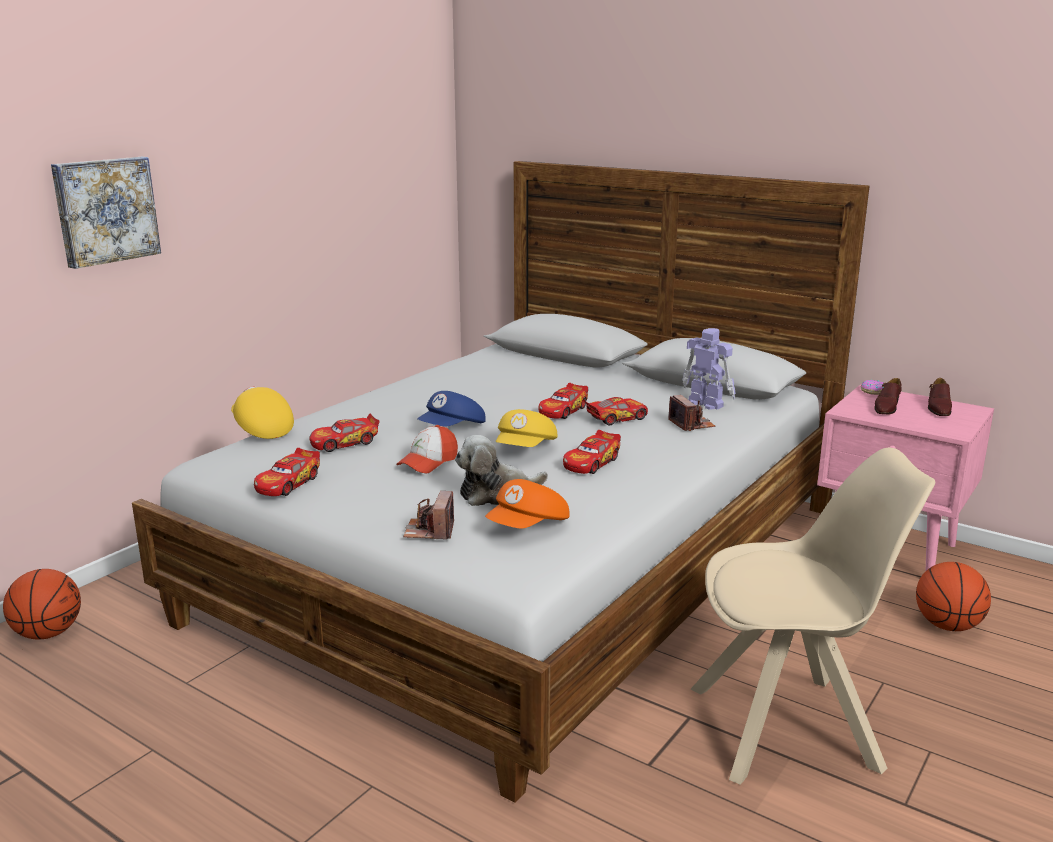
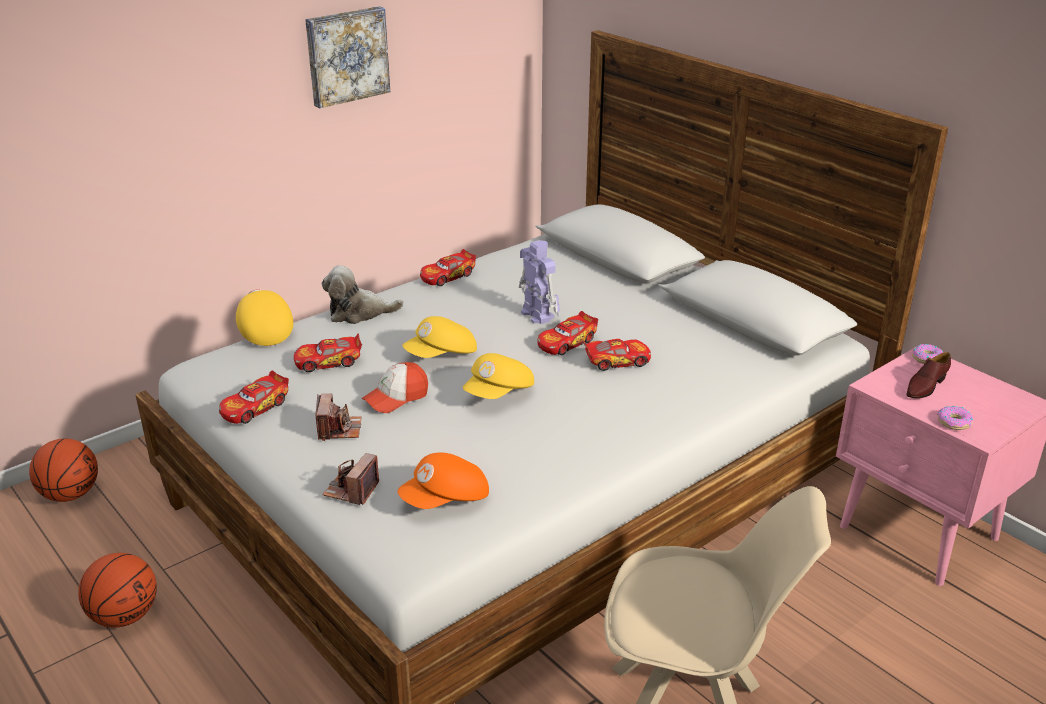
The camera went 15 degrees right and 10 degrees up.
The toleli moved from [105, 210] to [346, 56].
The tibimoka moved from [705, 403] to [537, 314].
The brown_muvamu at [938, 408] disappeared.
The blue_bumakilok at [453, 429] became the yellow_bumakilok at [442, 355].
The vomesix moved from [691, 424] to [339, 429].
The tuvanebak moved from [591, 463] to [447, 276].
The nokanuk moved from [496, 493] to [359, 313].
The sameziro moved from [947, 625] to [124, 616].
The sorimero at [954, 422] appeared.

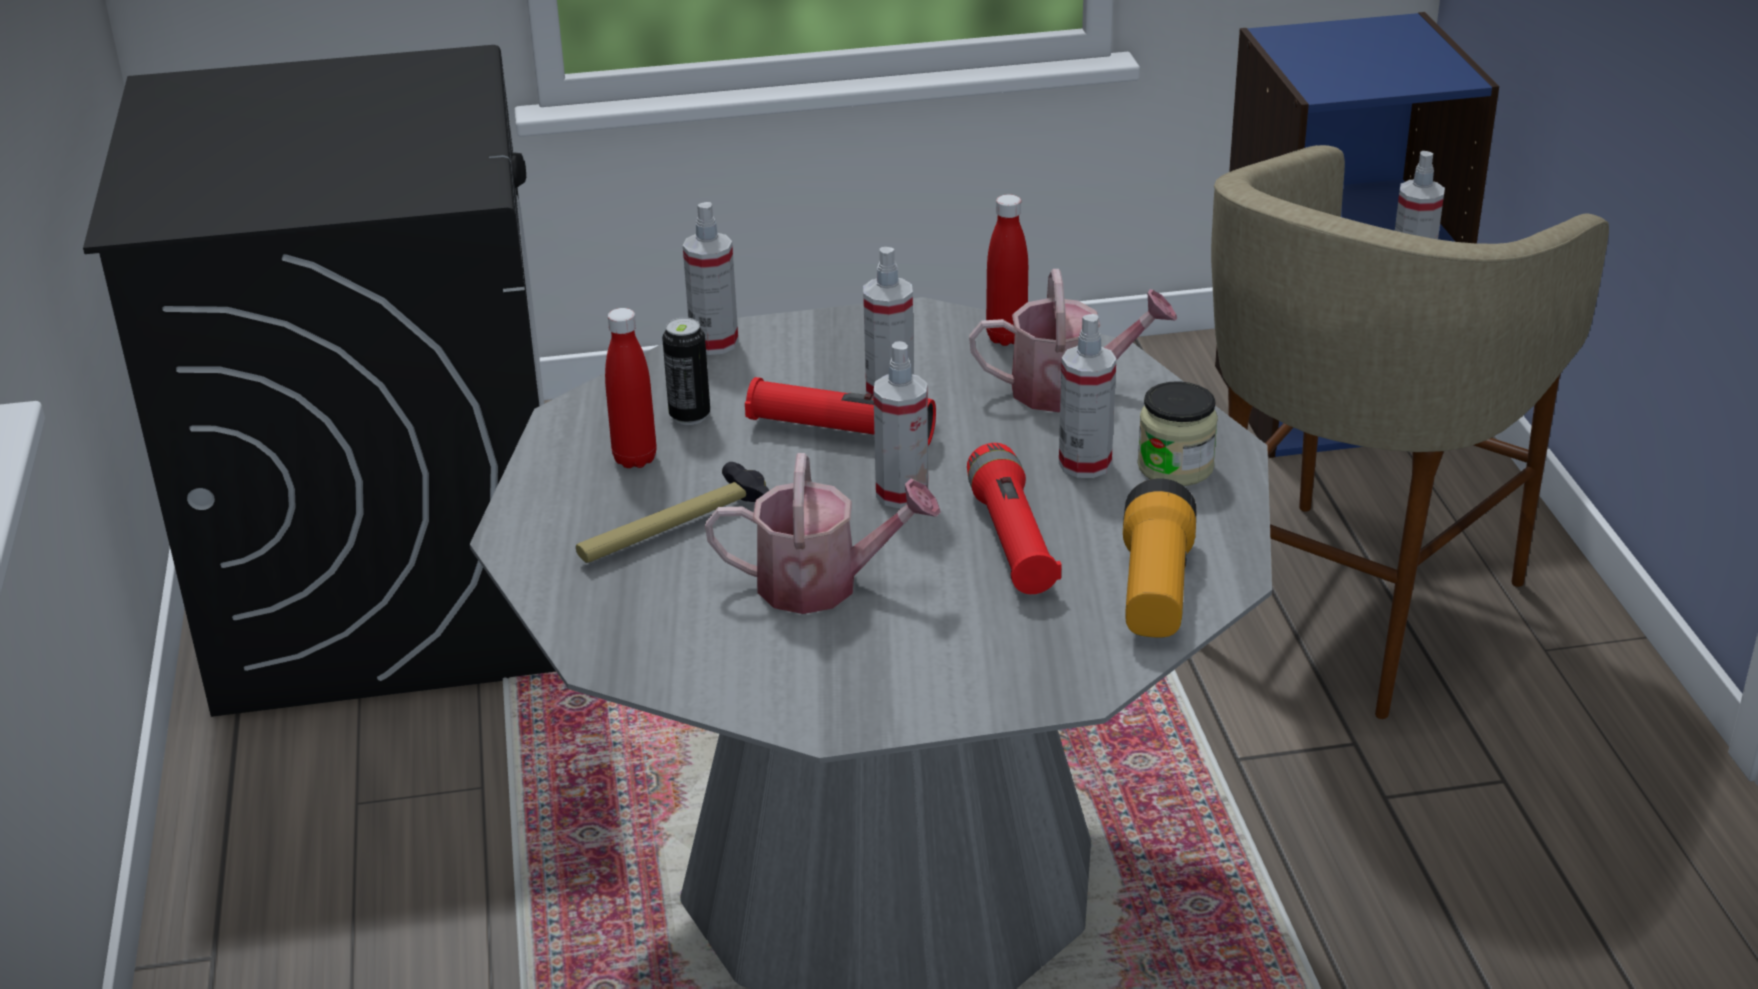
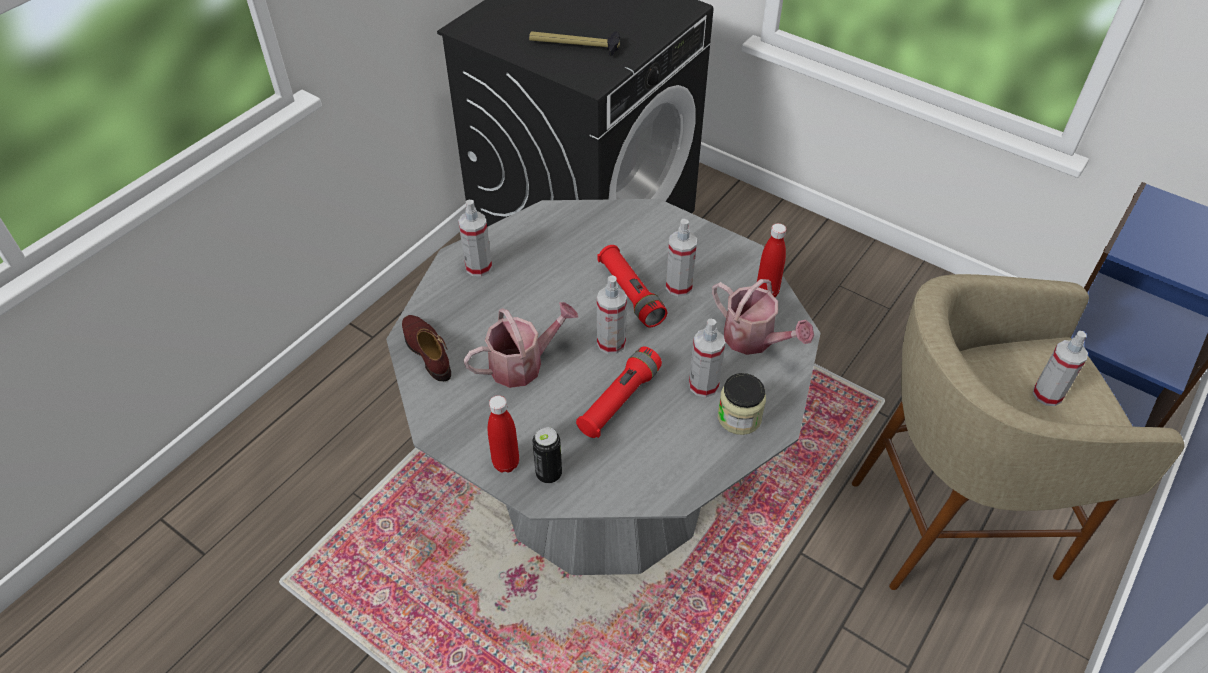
The camera went 45 degrees right and 15 degrees up.
The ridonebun moved from [714, 343] to [478, 267].
The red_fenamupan moved from [635, 459] to [506, 463].
The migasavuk moved from [689, 416] to [549, 474].
The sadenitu at [823, 583] turned 75 degrees counterclockwise.
The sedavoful moved from [674, 529] to [574, 46].
The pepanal at [1155, 589] disappeared.
The brown_muvamu at [427, 351] appeared.

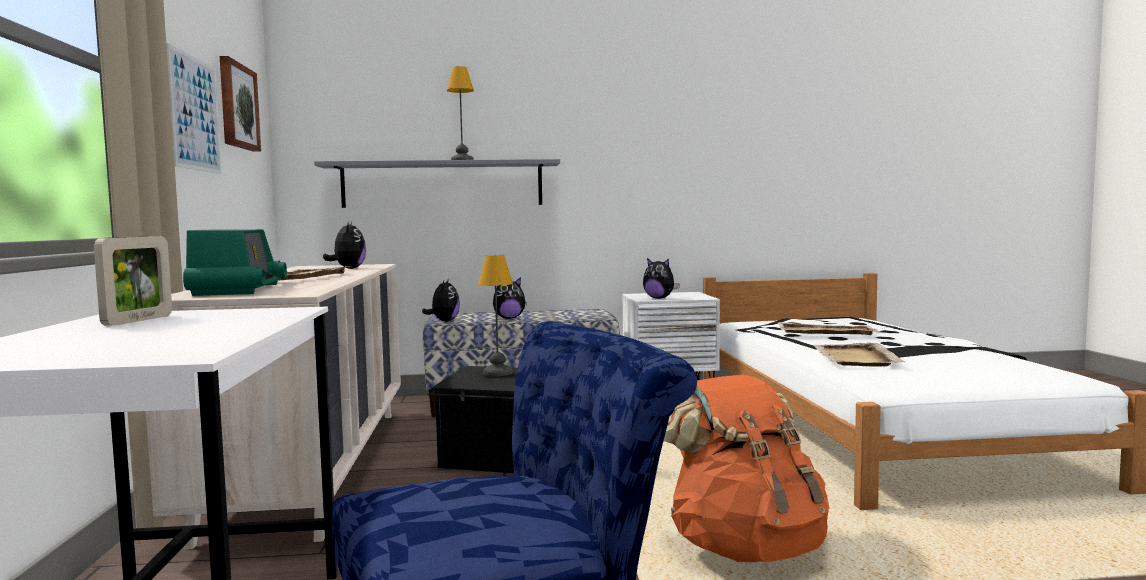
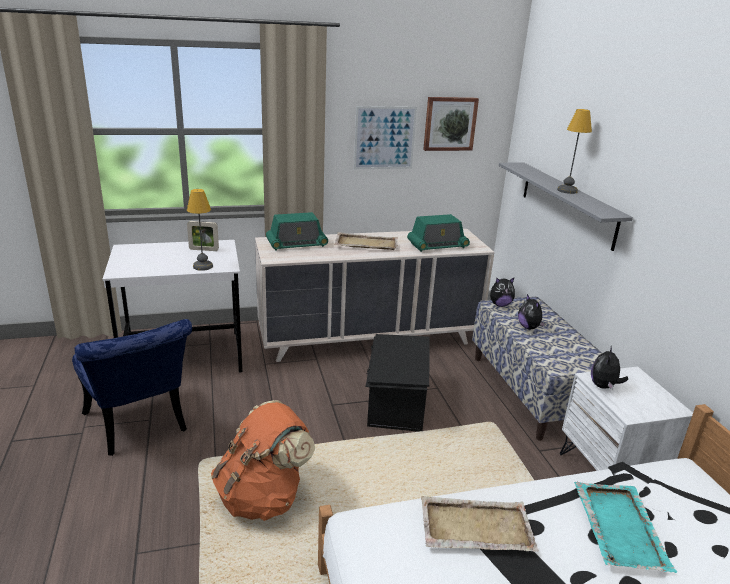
The camera went 80 degrees right and 20 degrees up.
The nokanuk at [348, 268] was replaced by the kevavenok at [437, 245].
The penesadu moved from [498, 372] to [203, 266].
The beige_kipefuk at [824, 332] became the turquoise_kipefuk at [619, 526].

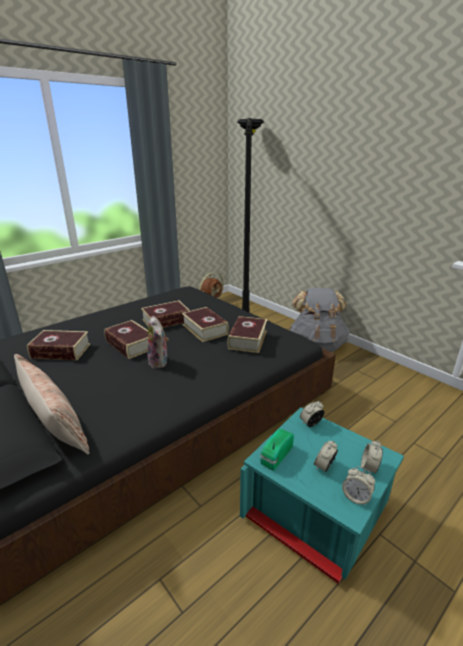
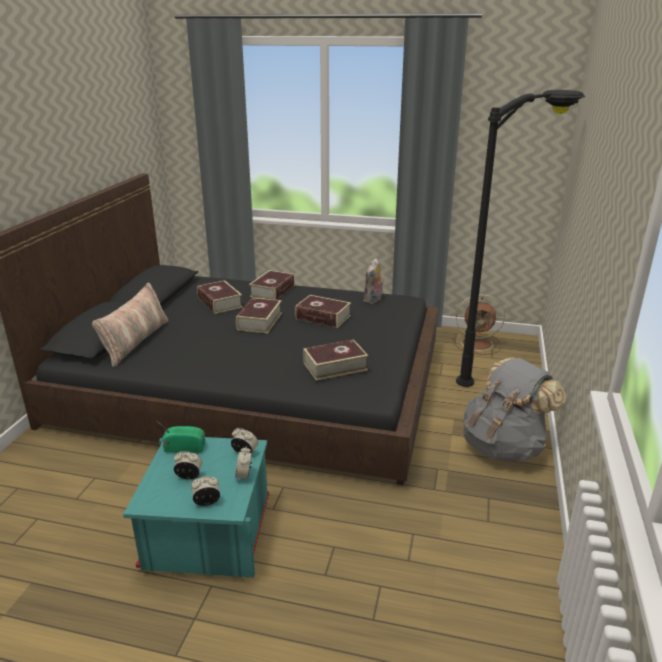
The camera went 55 degrees right and 0 degrees up.
The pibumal moved from [205, 329] to [272, 291].
The nokanuk moved from [160, 362] to [373, 300].
The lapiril moved from [356, 497] to [244, 475].

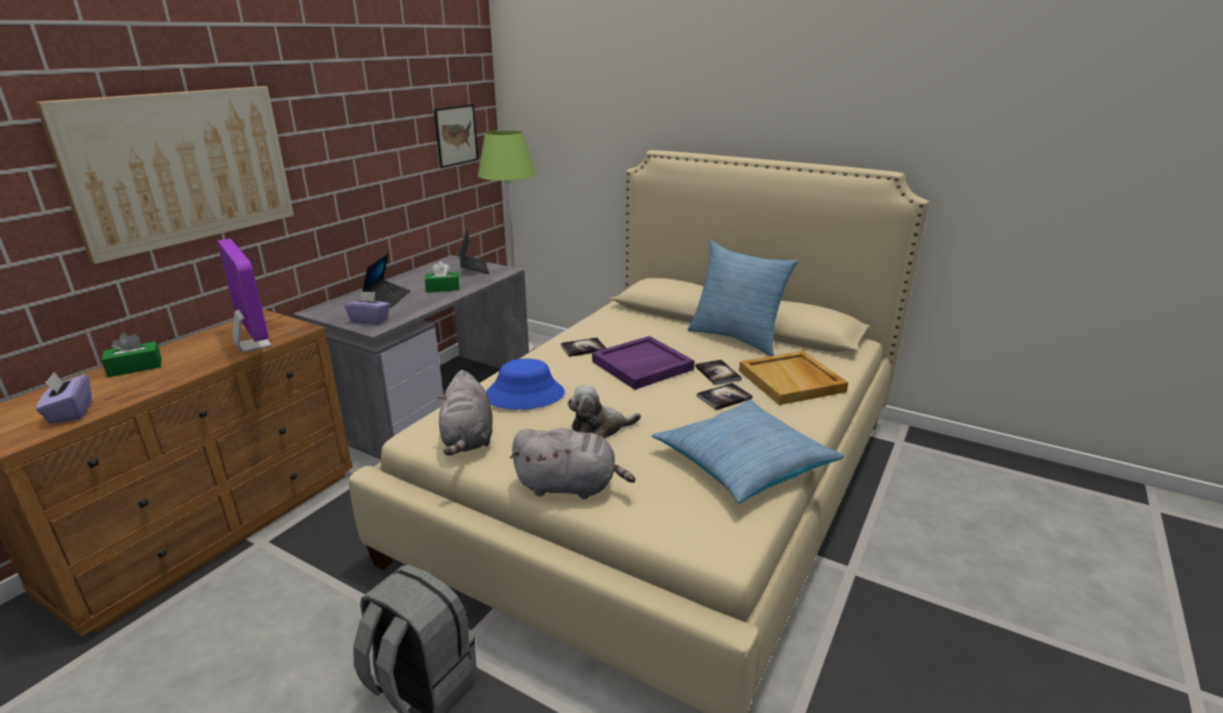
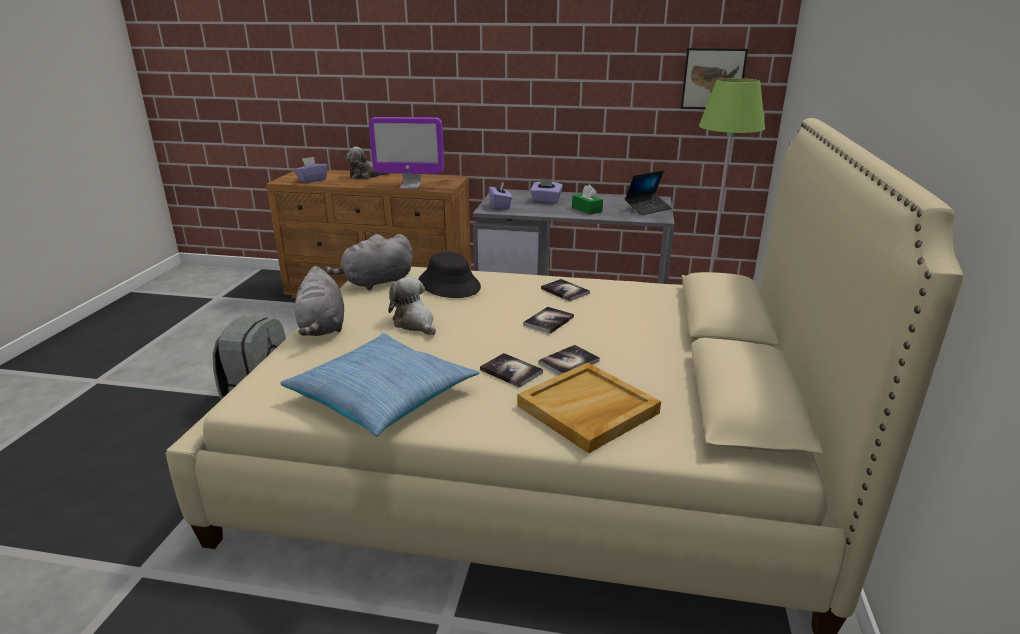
The camera went 70 degrees right and 0 degrees up.
The toleli at [183, 167] disappeared.
The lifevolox at [253, 345] turned 60 degrees clockwise.
The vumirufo at [737, 338] disappeared.
The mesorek at [387, 298] was replaced by the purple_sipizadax at [546, 201].
The green_sipizadax at [135, 367] was replaced by the nokanuk at [367, 176].
The purple_kipefuk at [642, 366] was replaced by the pibumal at [548, 321].
The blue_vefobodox at [524, 395] became the black_vefobodox at [449, 285].

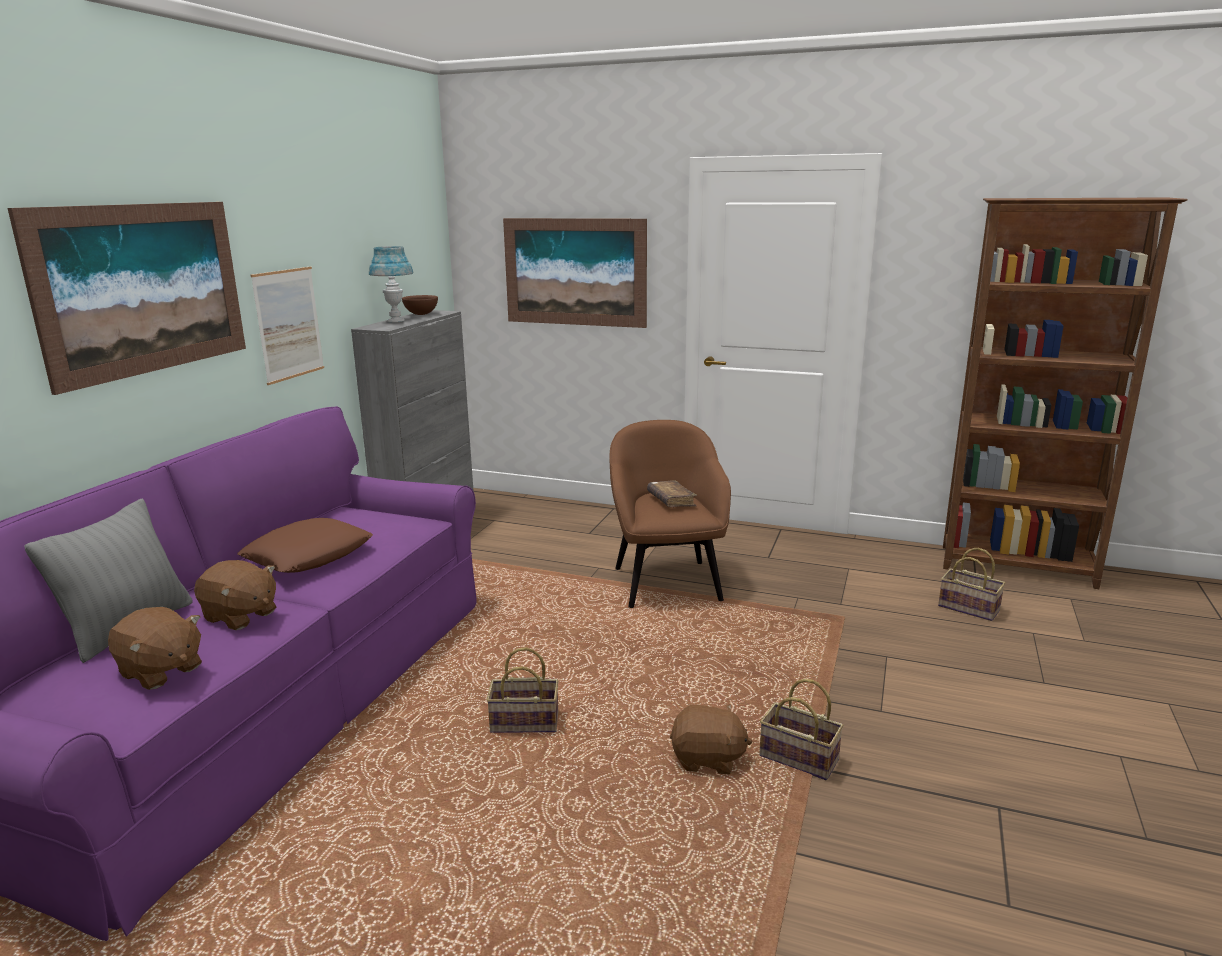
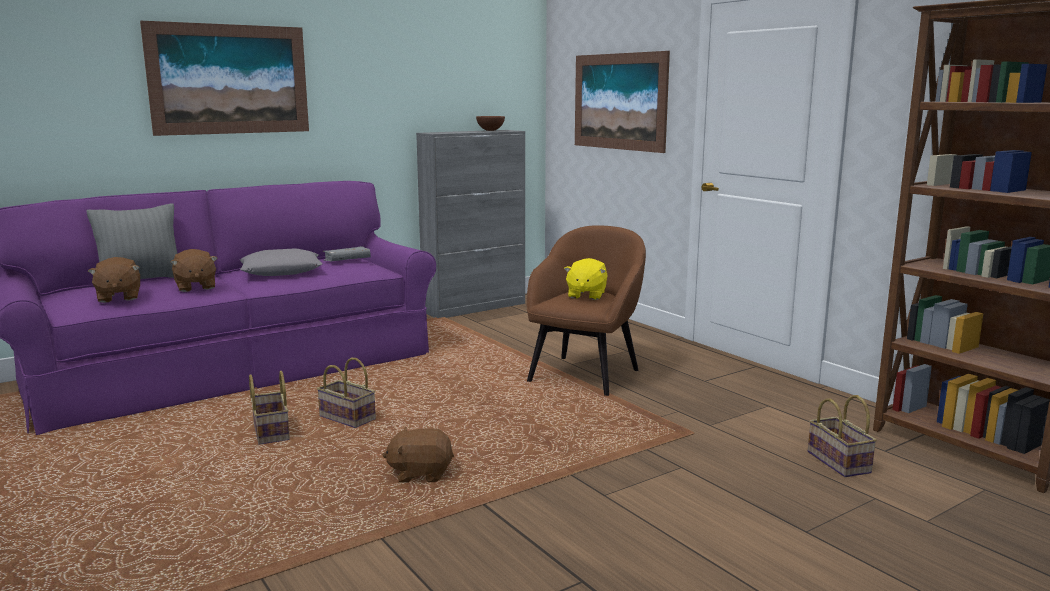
The camera went 35 degrees right and 5 degrees down.
The blue_penesadu at [395, 321] disappeared.
The toleli at [288, 324] disappeared.
The brown_pibumal at [671, 501] was replaced by the yellow_nokanuk at [586, 295].
The brown_vumirufo at [308, 555] became the grey_vumirufo at [281, 271].
The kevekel moved from [796, 758] to [270, 432].
The brown_nokanuk at [707, 759] turned 135 degrees clockwise.
The grey_pibumal at [347, 260] appeared.

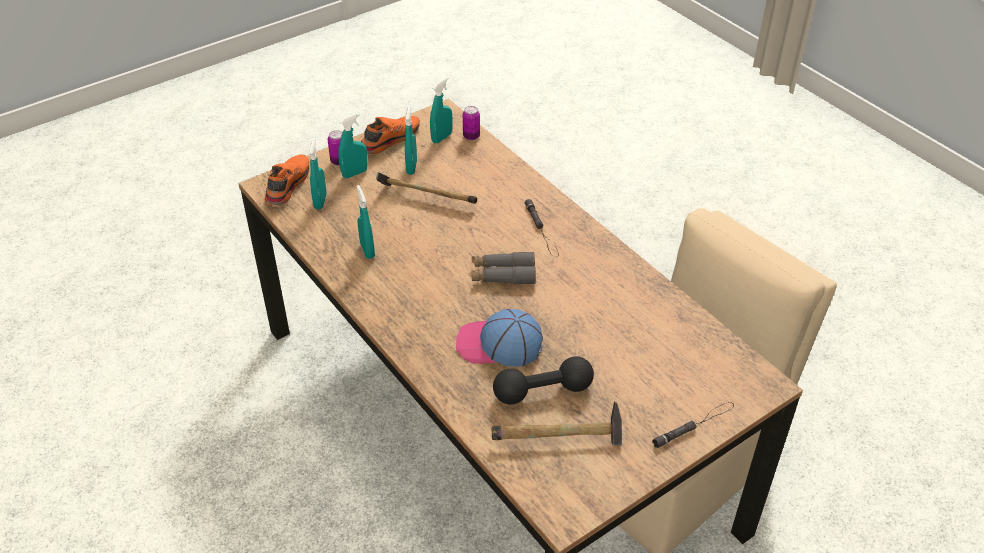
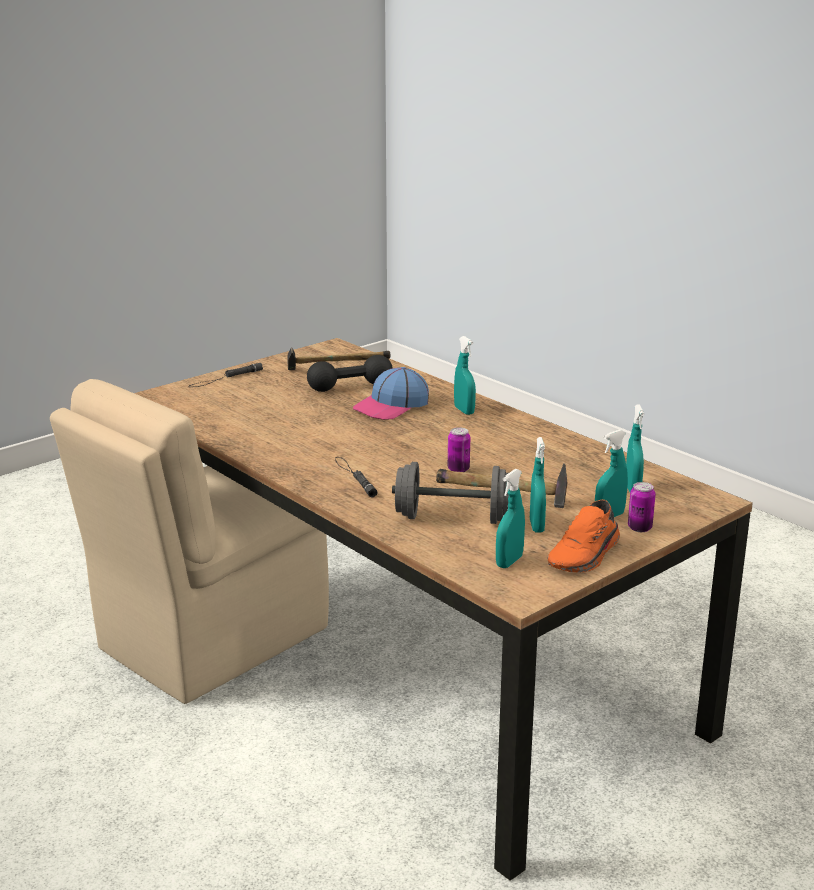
The camera went 175 degrees right and 20 degrees down.
The migasavuk moved from [471, 136] to [458, 469].
The orange_muvamu at [286, 185] disappeared.
The turquoise_ridonebun moved from [367, 250] to [464, 411].
The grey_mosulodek at [503, 274] disappeared.
The bumakilok at [499, 345] turned 135 degrees clockwise.
The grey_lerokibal at [453, 518] appeared.

